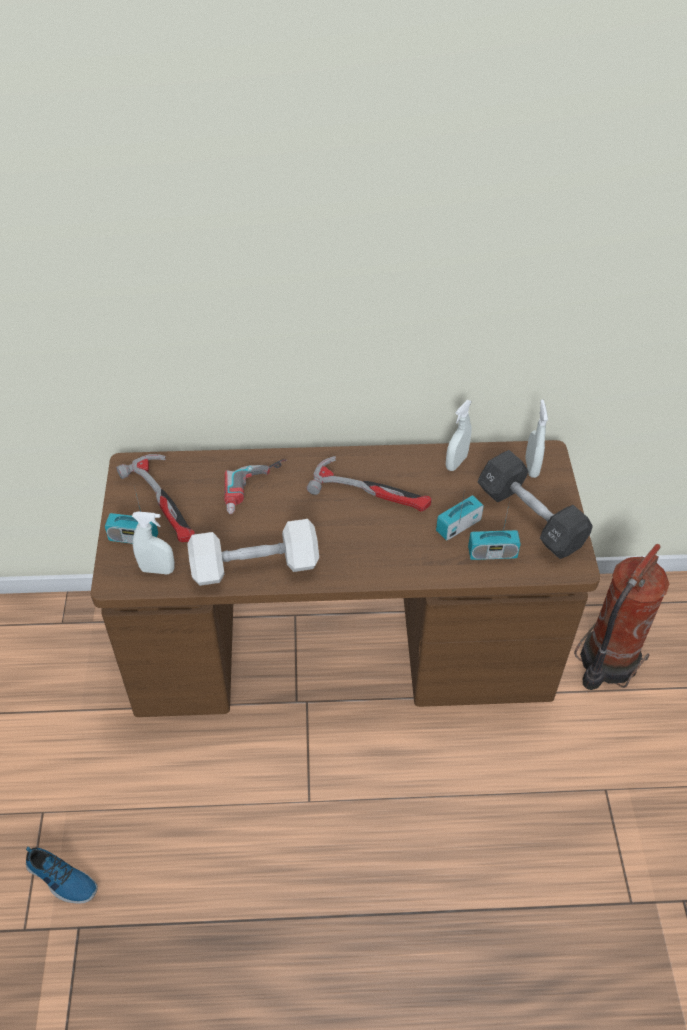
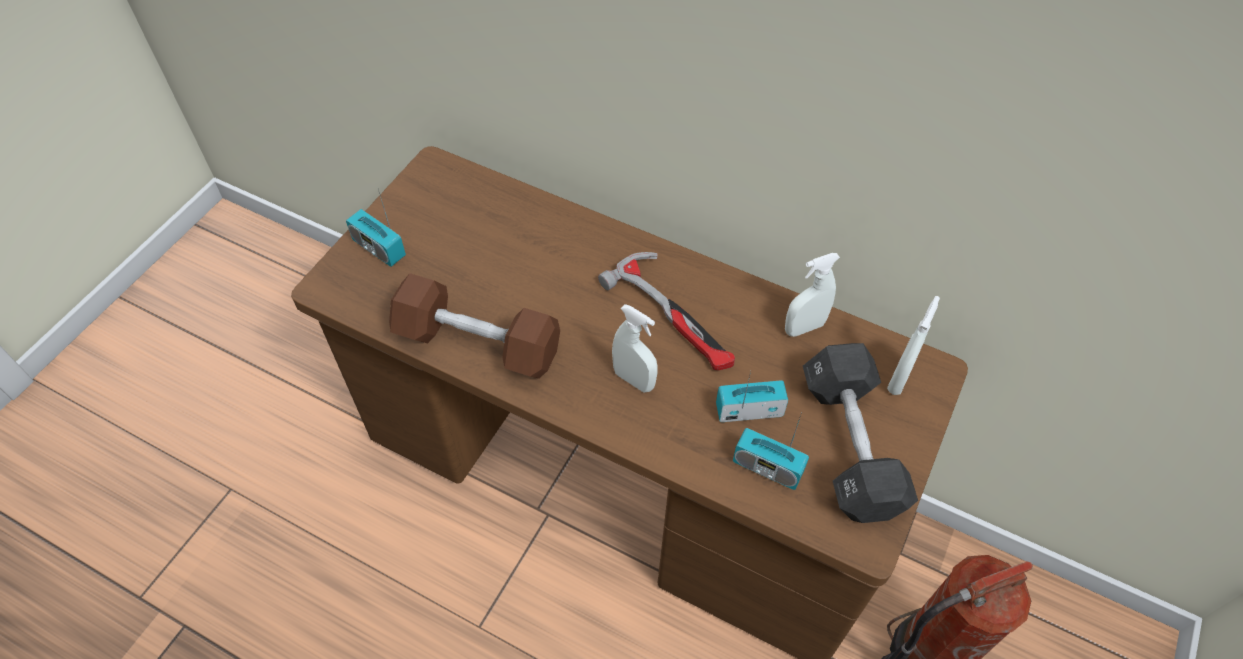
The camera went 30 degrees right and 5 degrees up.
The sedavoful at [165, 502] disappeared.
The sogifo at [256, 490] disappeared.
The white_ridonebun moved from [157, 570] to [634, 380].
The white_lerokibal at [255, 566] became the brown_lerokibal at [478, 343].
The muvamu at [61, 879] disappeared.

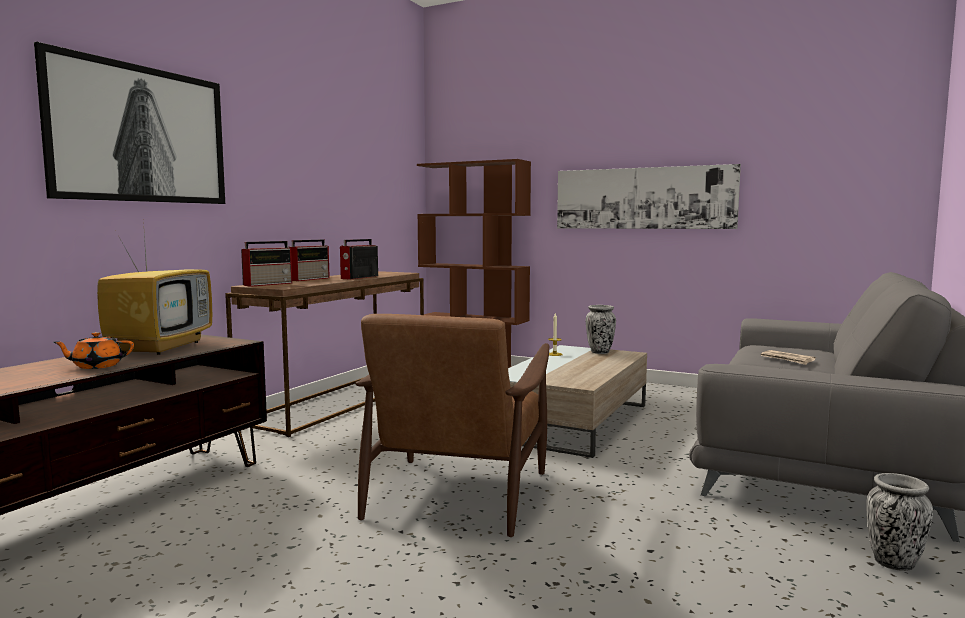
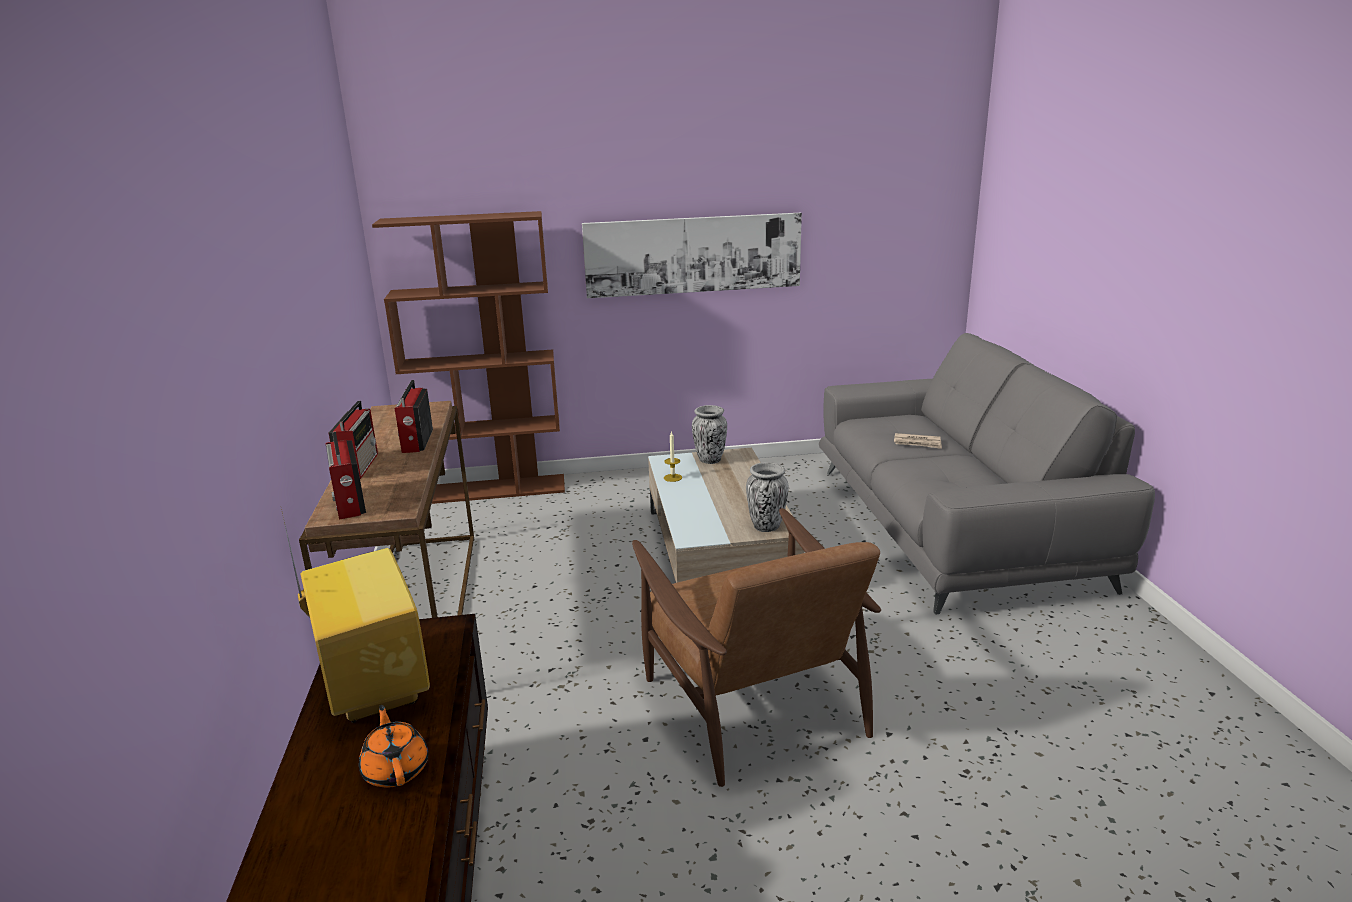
The camera went 35 degrees left and 15 degrees up.
The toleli at [141, 134] disappeared.
The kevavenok at [269, 284] turned 150 degrees clockwise.
The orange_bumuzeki at [96, 366] turned 120 degrees clockwise.
The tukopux moved from [894, 563] to [766, 526].

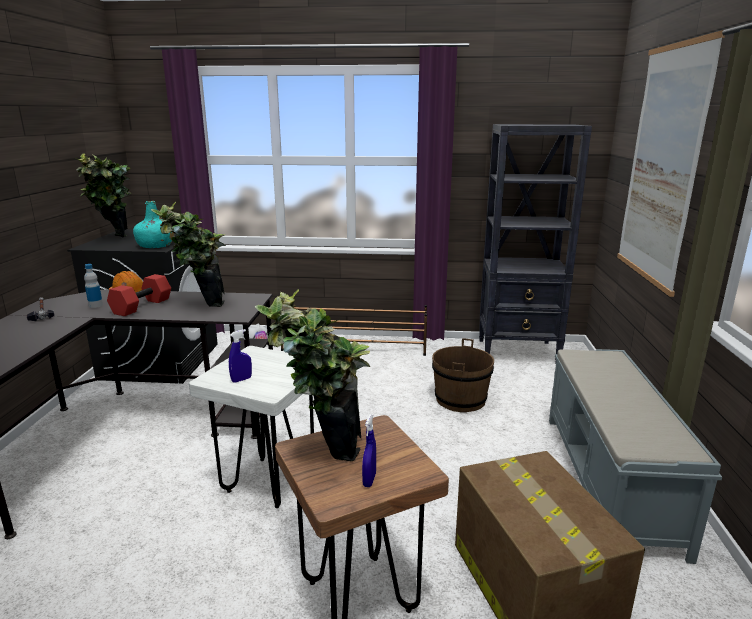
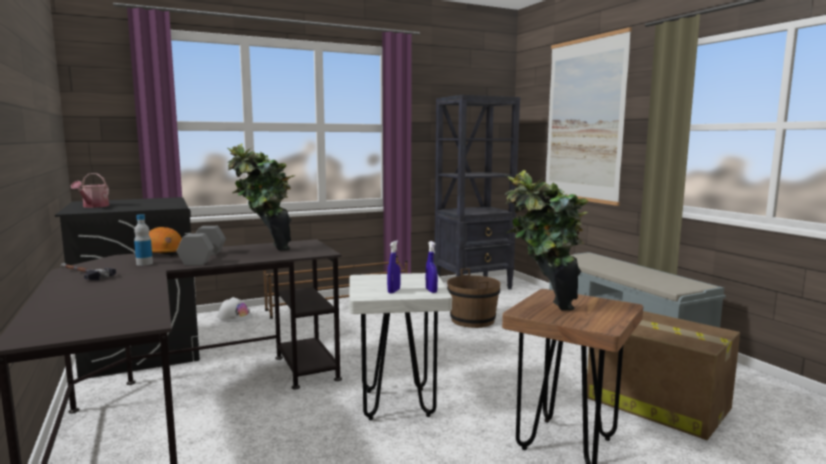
The camera went 30 degrees left and 10 degrees down.
The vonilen at [114, 240] was replaced by the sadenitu at [93, 206].
The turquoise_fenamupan at [155, 245] disappeared.
The red_lerokibal at [142, 306] became the grey_lerokibal at [204, 258].
The blue_ridonebun moved from [369, 480] to [431, 291].

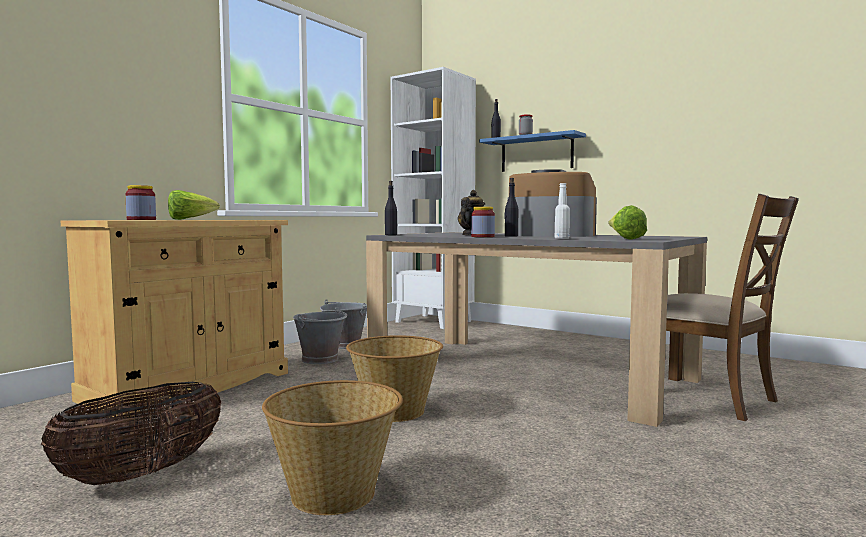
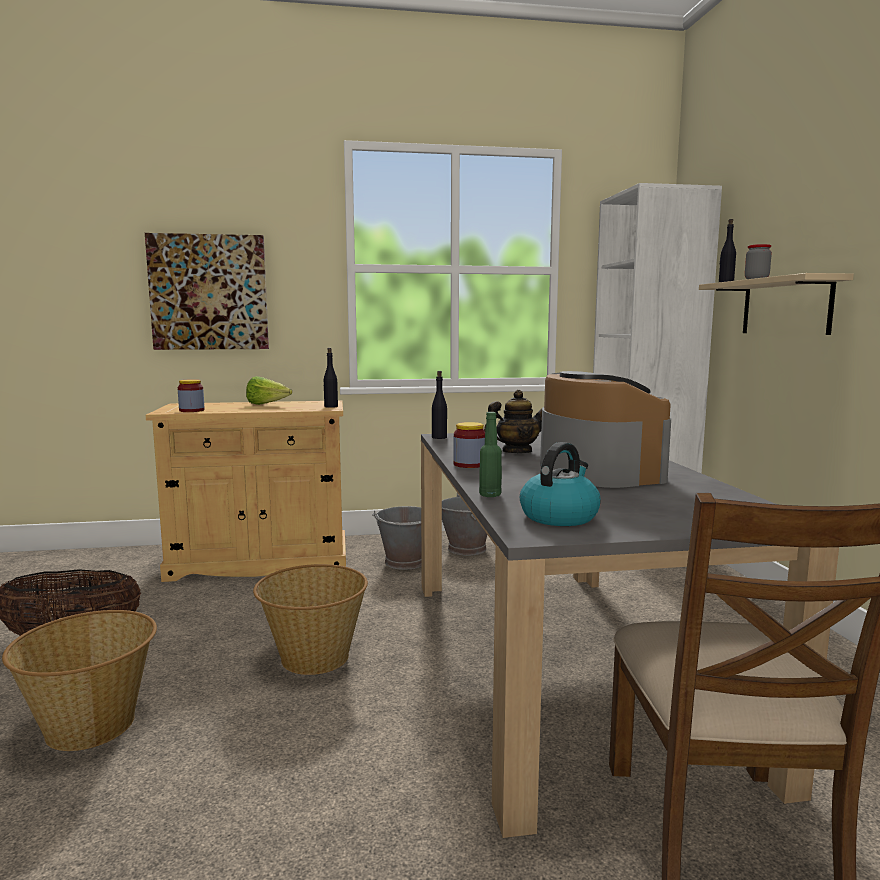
The camera went 45 degrees right and 5 degrees up.
The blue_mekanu at [536, 154] became the beige_mekanu at [785, 307].
The black_fenamupan moved from [511, 236] to [331, 406].
The white_fenamupan at [561, 238] became the green_fenamupan at [490, 495].
The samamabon at [624, 239] was replaced by the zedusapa at [559, 516].
The toleli at [209, 292] appeared.

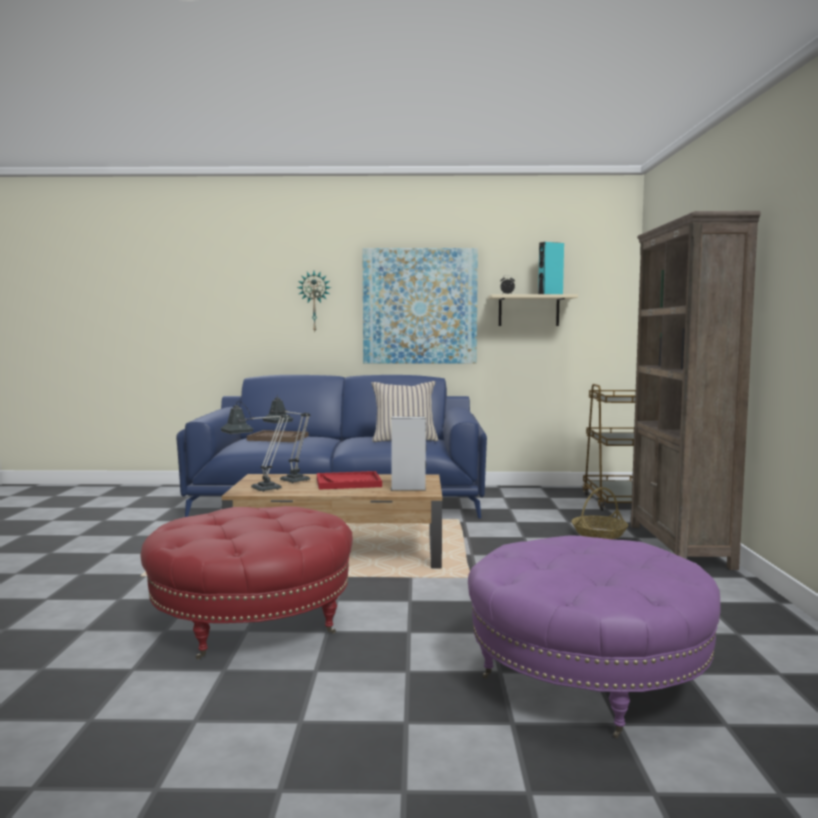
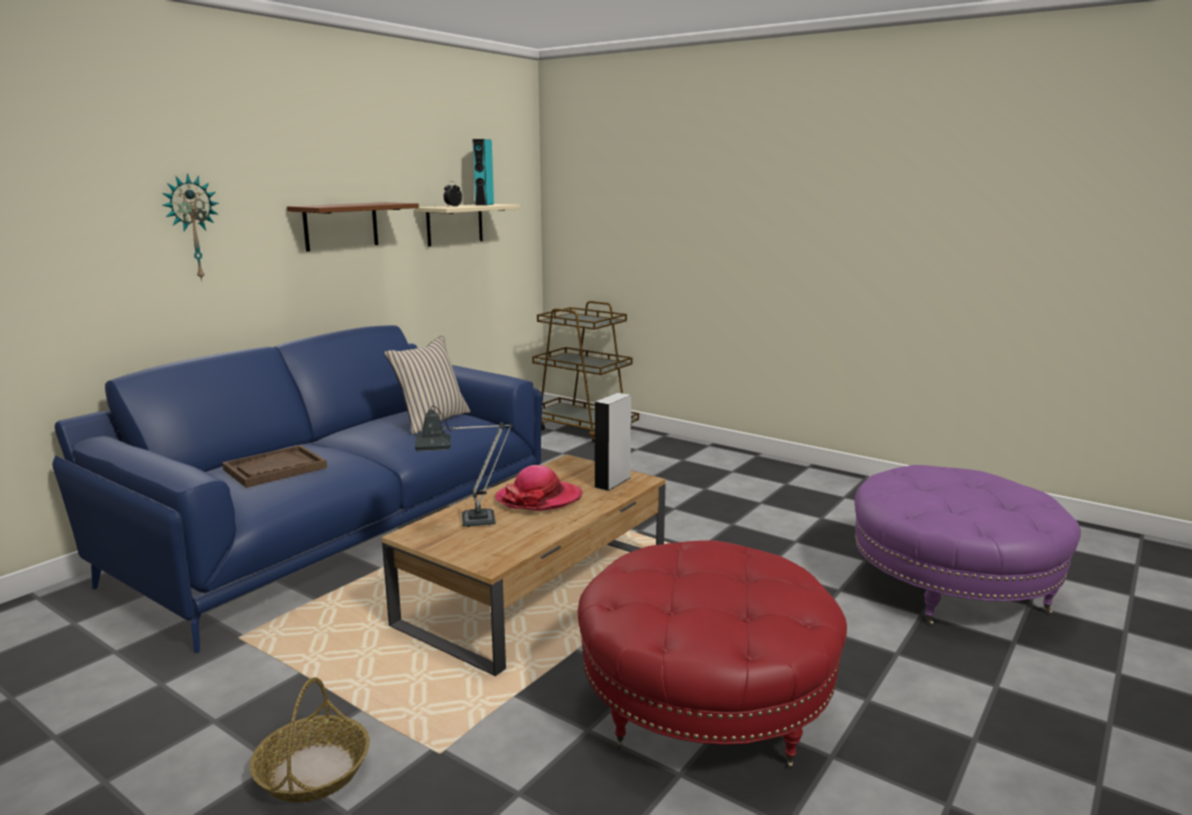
The camera went 55 degrees left and 10 degrees up.
The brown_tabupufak at [679, 546] disappeared.
The toleli at [419, 306] was replaced by the brown_mekanu at [341, 226].
The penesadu at [259, 490] disappeared.
The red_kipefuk at [348, 482] was replaced by the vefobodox at [539, 498].
The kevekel moved from [599, 533] to [313, 770].

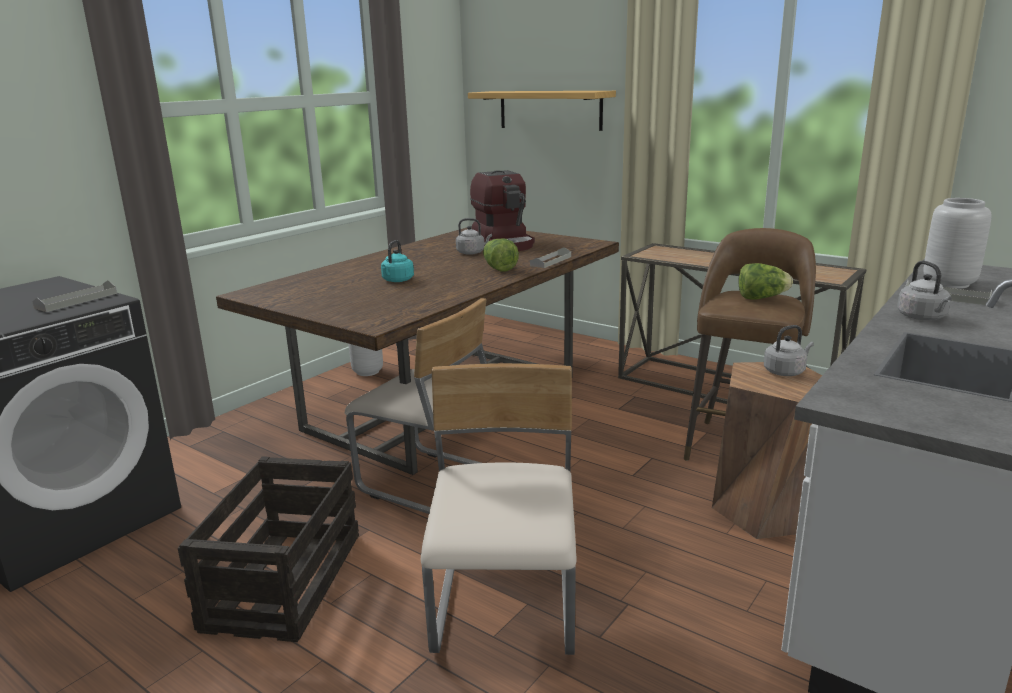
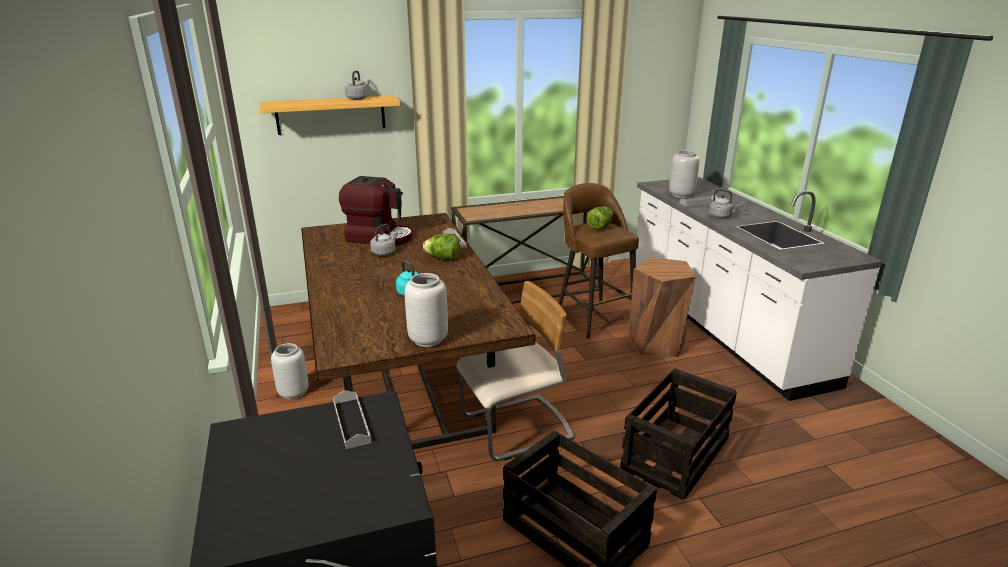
The camera went 55 degrees left and 5 degrees up.
The grey_zedusapa moved from [785, 372] to [357, 98].
The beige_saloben at [507, 608] was replaced by the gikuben at [675, 453].
The grey_tukopux at [429, 339] appeared.

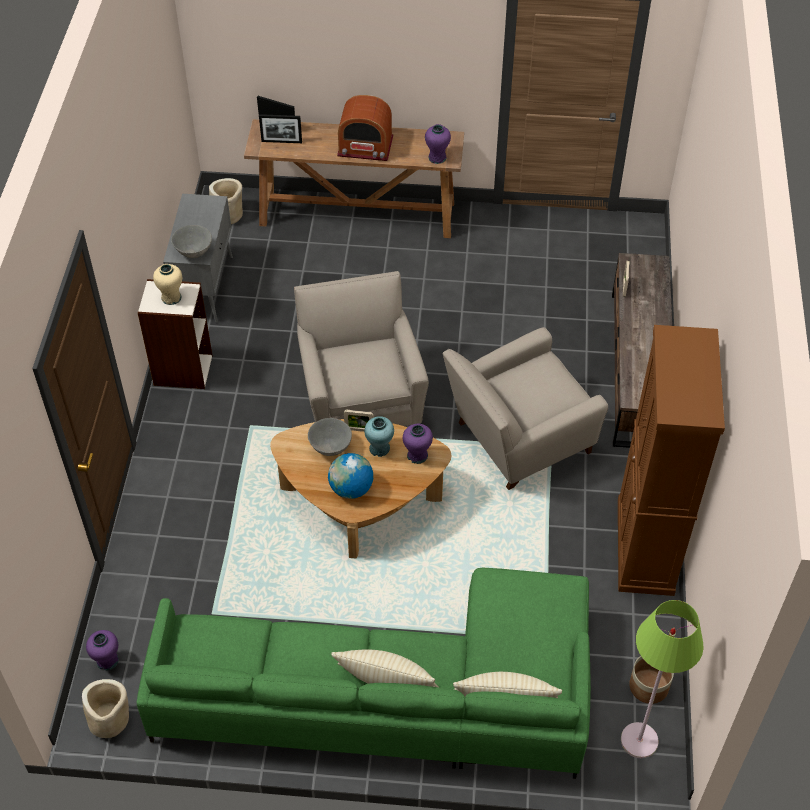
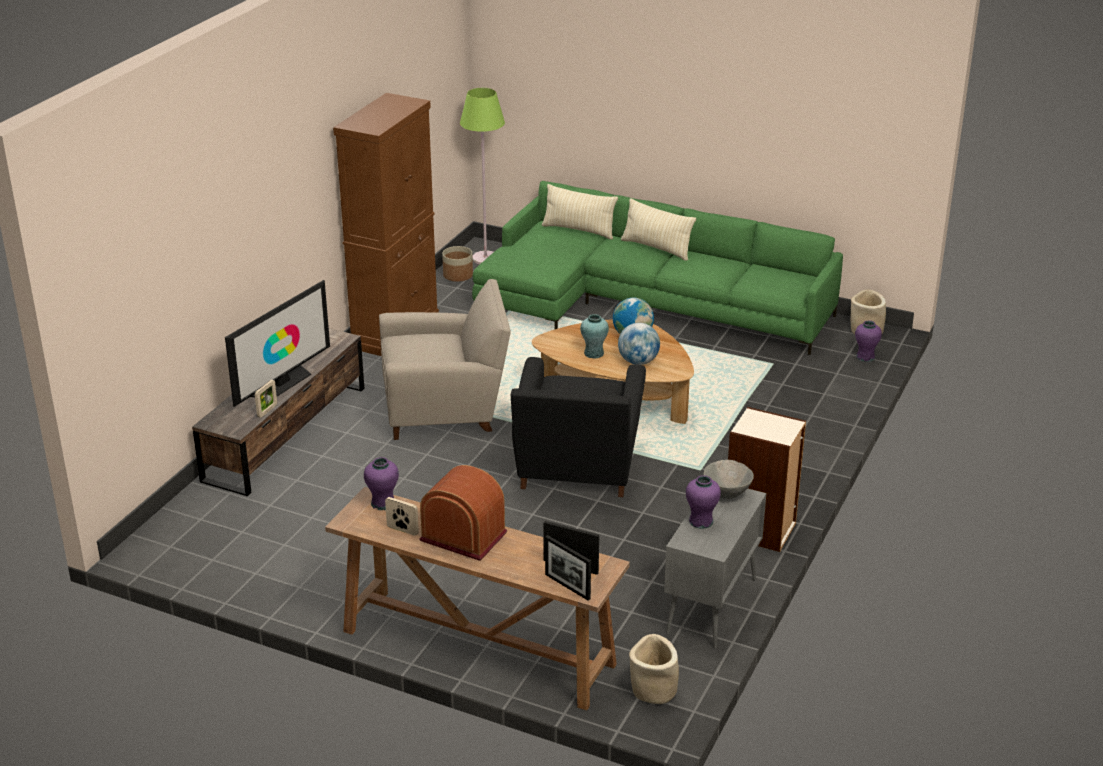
The camera went 160 degrees left and 20 degrees down.
The beige_tukopux at [171, 297] disappeared.
The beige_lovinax at [360, 397] became the black_lovinax at [577, 468].
The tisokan moved from [359, 429] to [402, 530].
The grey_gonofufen at [330, 448] was replaced by the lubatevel at [638, 362].
The purple_tukopux moved from [417, 456] to [701, 521].
The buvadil at [282, 383] appeared.

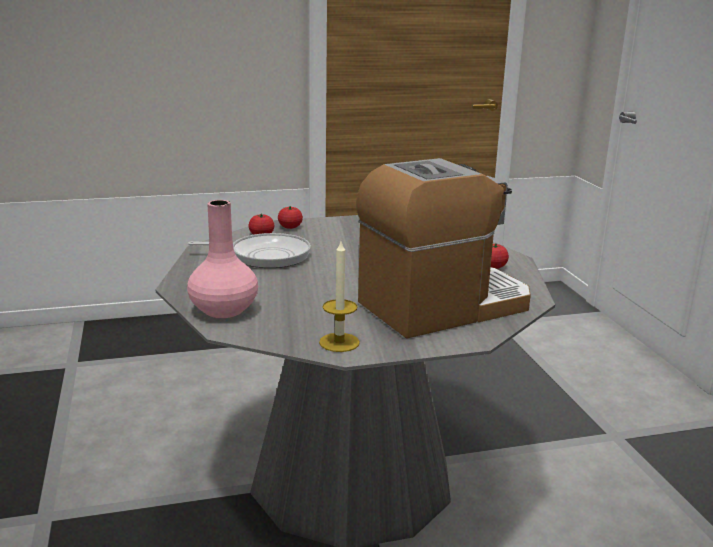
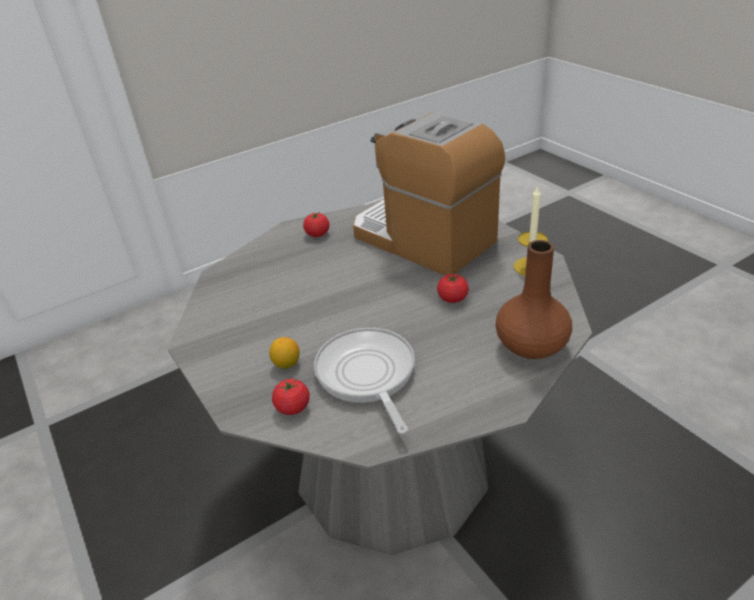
The camera went 105 degrees left and 15 degrees up.
The pink_tukopux at [223, 310] became the brown_tukopux at [531, 346].
The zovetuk moved from [290, 227] to [452, 298].
The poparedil at [287, 364] appeared.

